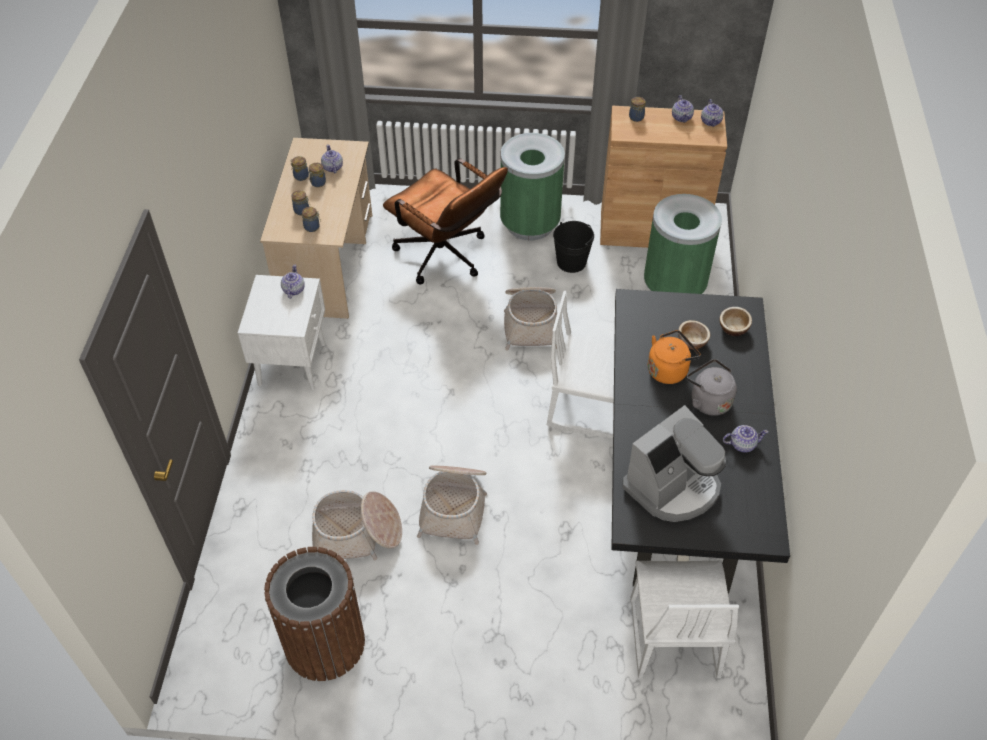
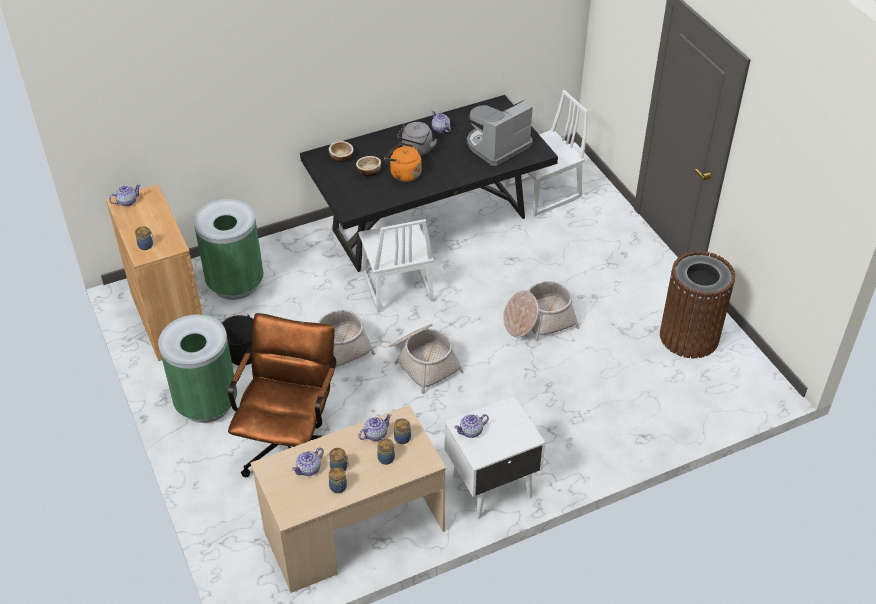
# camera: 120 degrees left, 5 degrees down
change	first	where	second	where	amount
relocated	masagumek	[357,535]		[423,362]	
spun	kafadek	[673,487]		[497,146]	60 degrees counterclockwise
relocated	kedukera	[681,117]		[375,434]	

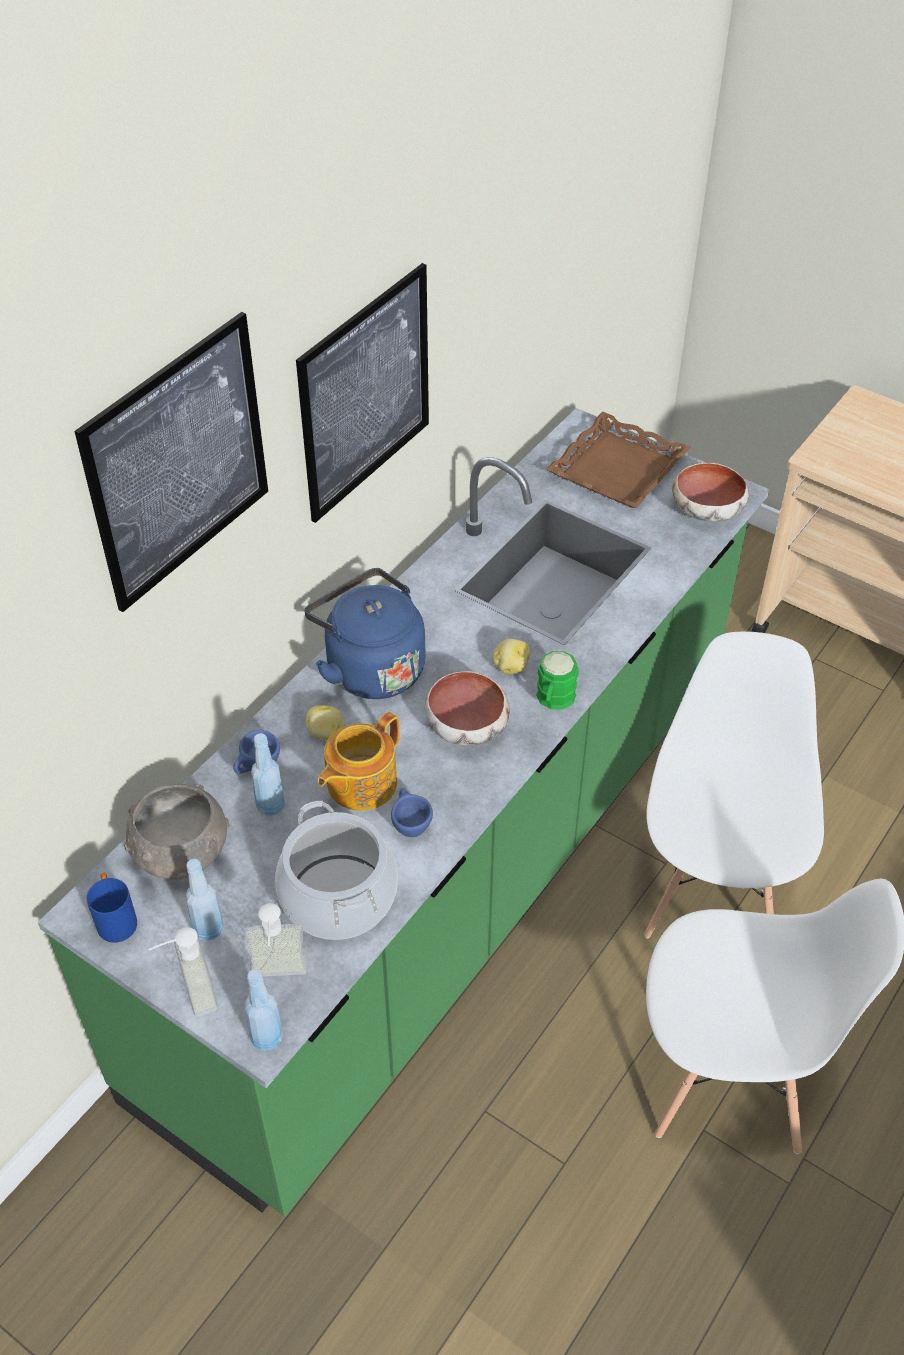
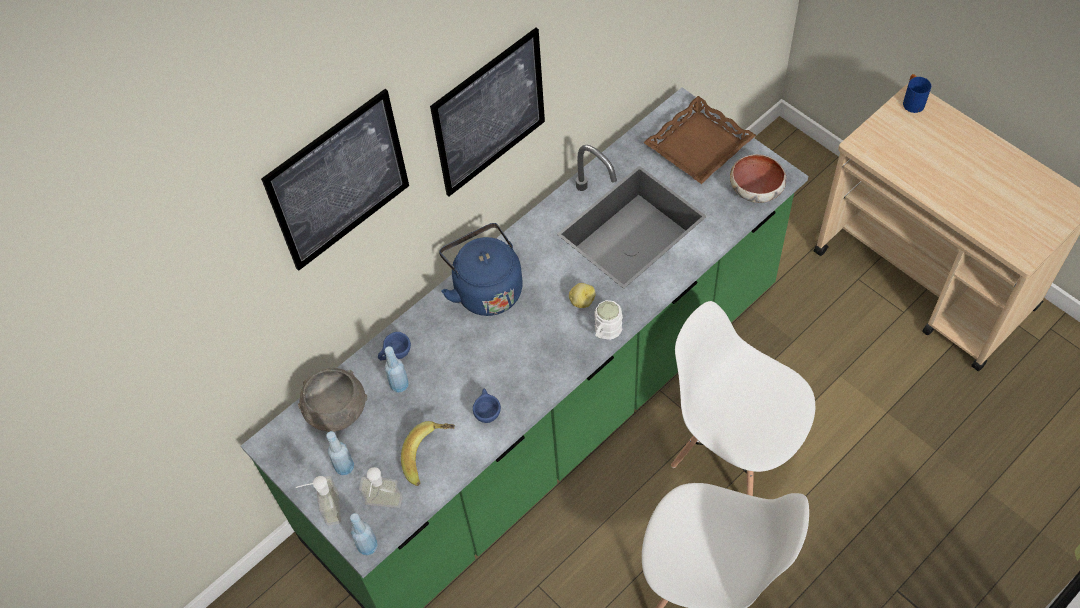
# camera: 15 degrees right, 10 degrees up
change	first	where	second	where	amount
relocated	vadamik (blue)	[115,919]		[912,101]	
exchanged	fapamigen	[339,896]	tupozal	[431,457]	
missing	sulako	[326,733]			
missing	kedukera	[360,783]			
missing	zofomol	[468,727]			
colour	vadamik (green)	[554,700]	vadamik (white)	[605,332]	
spun	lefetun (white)	[714,891]		[733,453]	75 degrees counterclockwise

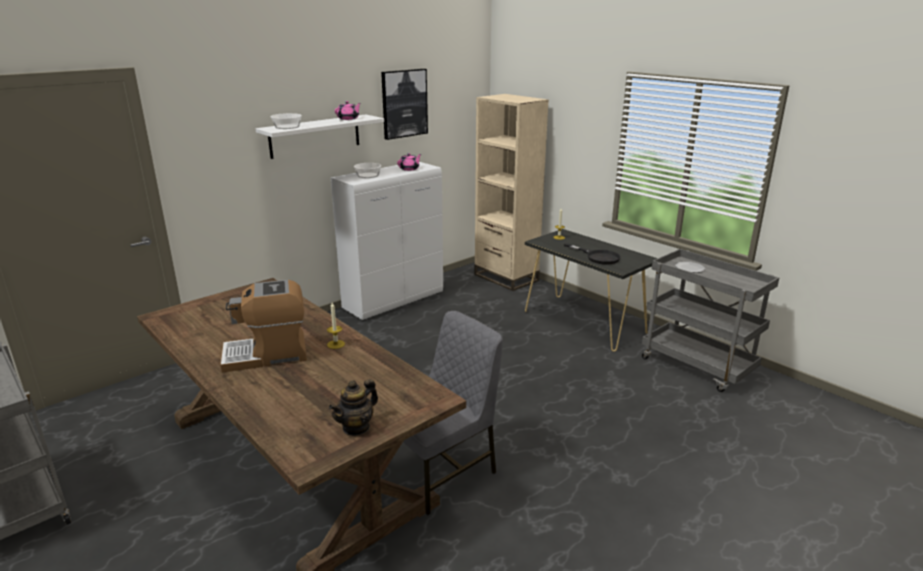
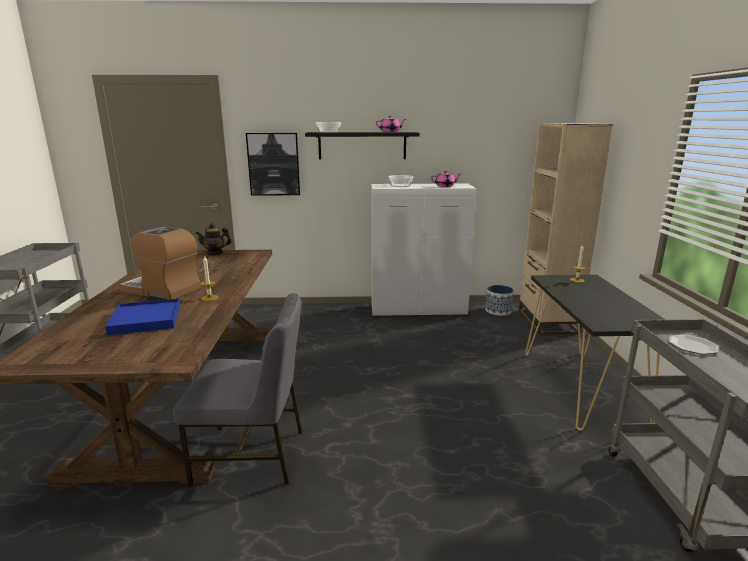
# camera: 40 degrees right, 5 degrees down
change	first	where	second	where	amount
colour	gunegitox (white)	[315,136]	gunegitox (black)	[362,145]	
relocated	kedukera	[356,427]		[215,253]	
relocated	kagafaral	[404,103]		[274,164]	
missing	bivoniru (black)	[597,257]			
appeared			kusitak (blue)	[146,320]	
appeared			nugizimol	[498,311]	

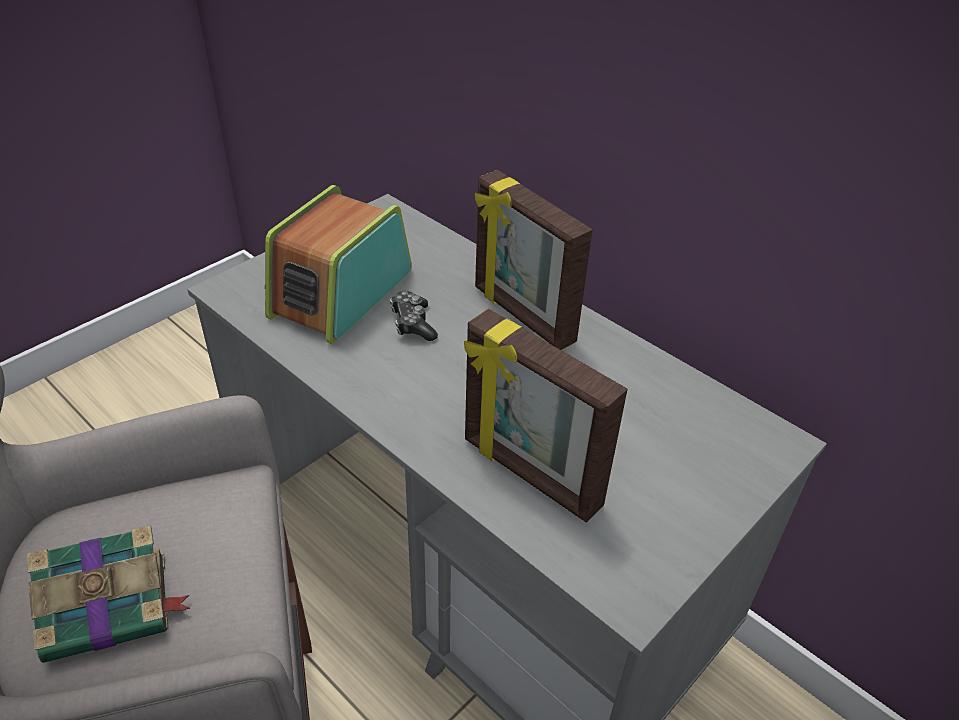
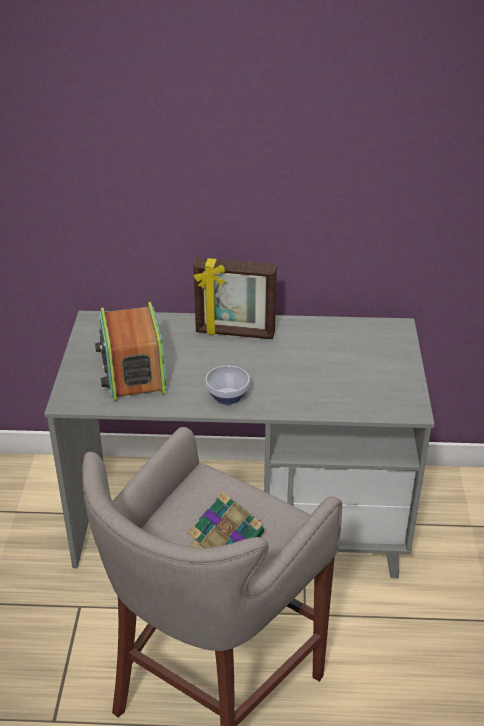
# camera: 40 degrees left, 5 degrees down
change	first	where	second	where	amount
missing	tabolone	[413,323]			
missing	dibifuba	[529,474]			
appeared			zofomol	[227,396]	

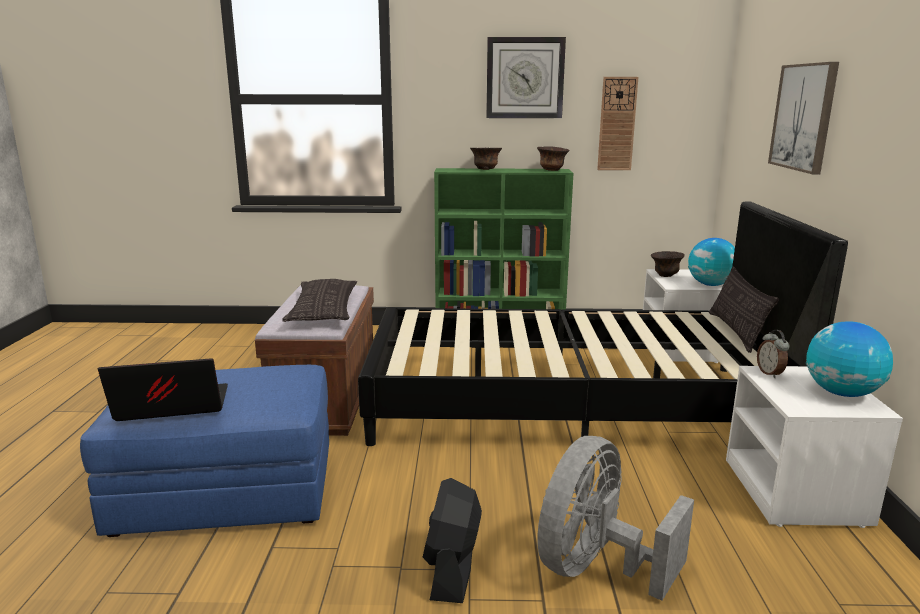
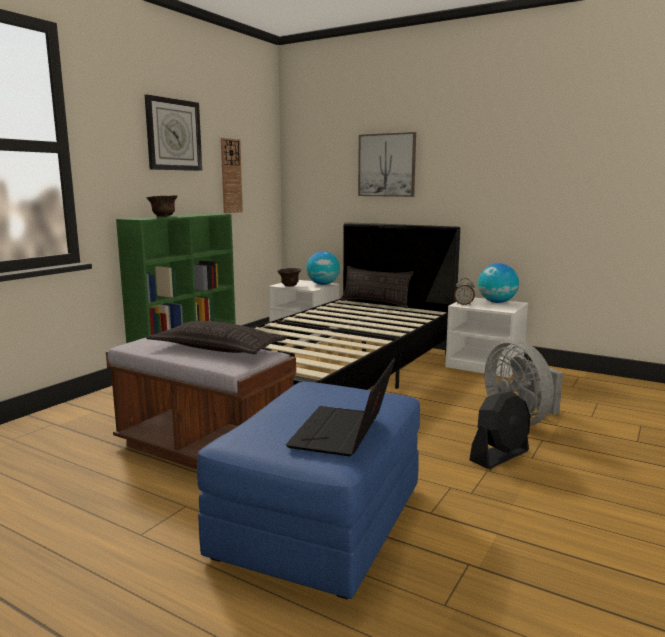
# camera: 60 degrees left, 5 degrees down
change	first	where	second	where	amount
spun	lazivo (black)	[452,569]		[500,456]	75 degrees counterclockwise
missing	zofomol (brown)	[552,170]			

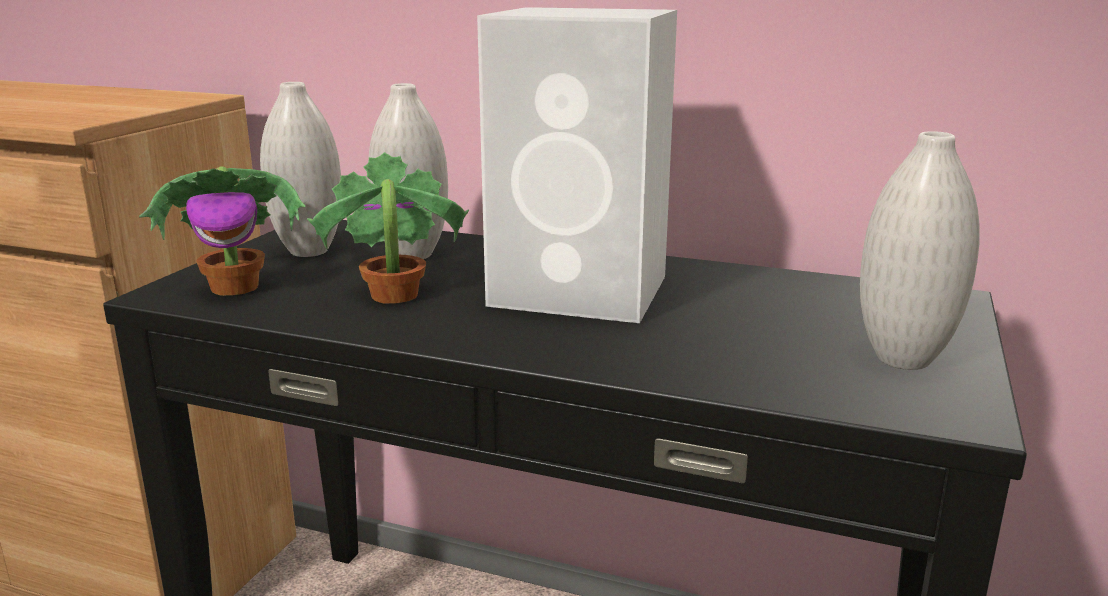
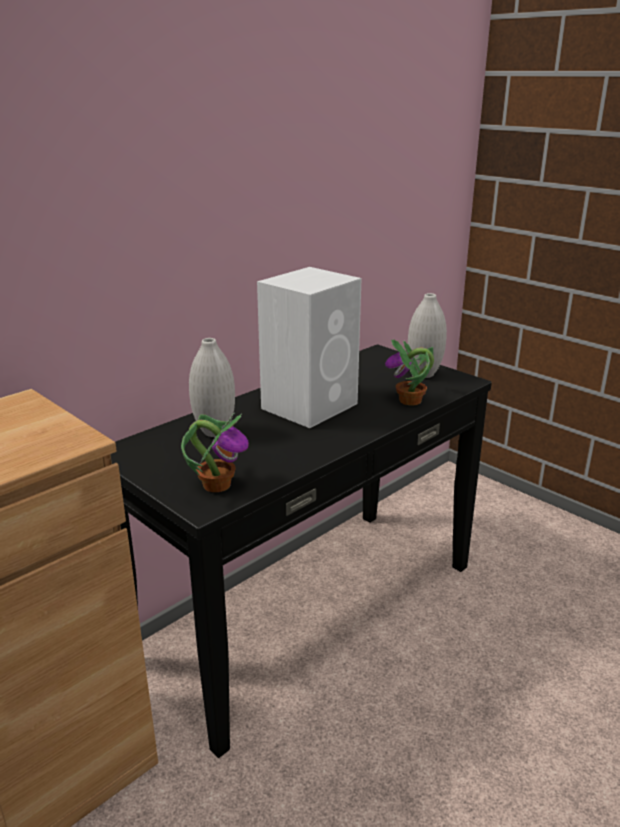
# camera: 65 degrees left, 5 degrees up
change	first	where	second	where	amount
missing	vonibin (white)	[309,251]			
relocated	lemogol	[392,296]		[410,401]	

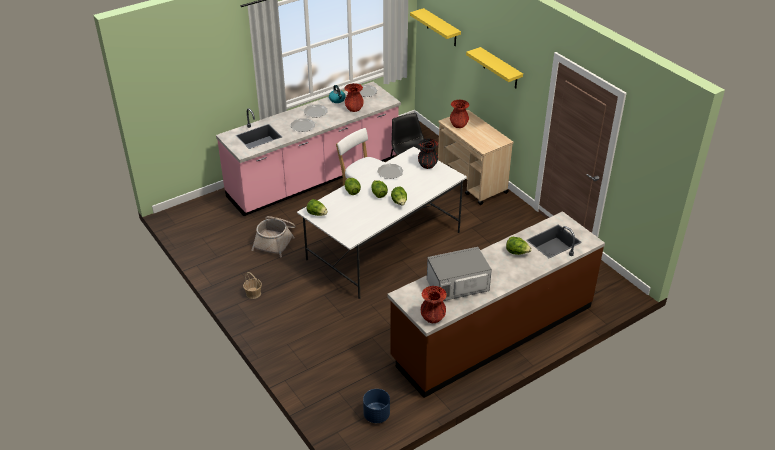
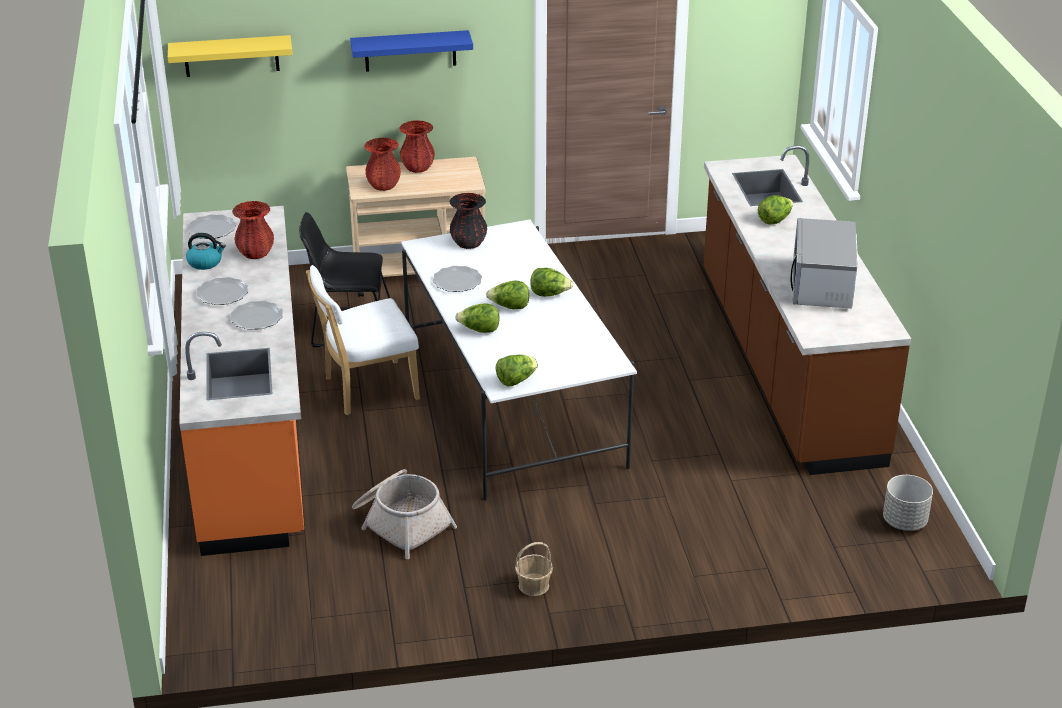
# camera: 65 degrees left, 5 degrees down
change	first	where	second	where	amount
colour	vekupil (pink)	[314,178]	vekupil (orange)	[251,431]	
colour	nugizimol (blue)	[376,415]	nugizimol (grey)	[905,522]	
relocated	vonibin (red)	[432,317]		[417,168]	
colour	gunegitox (yellow)	[500,69]	gunegitox (blue)	[410,51]	

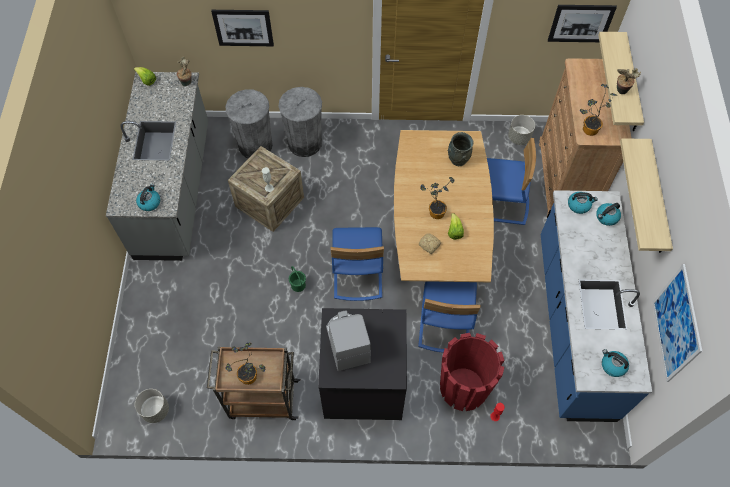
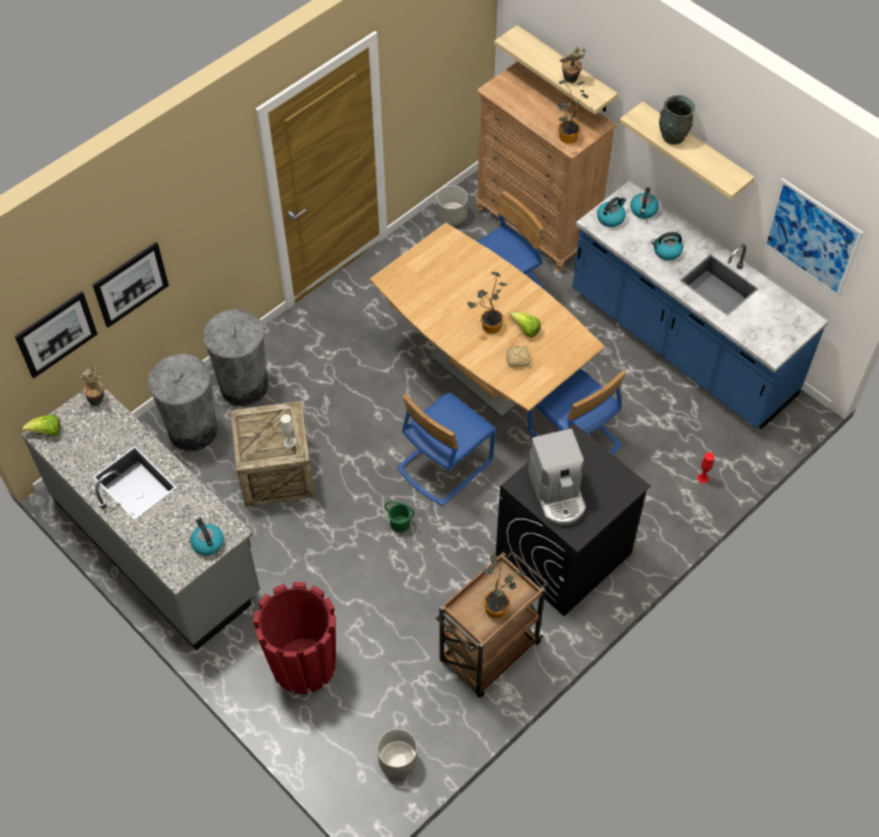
# camera: 45 degrees left, 5 degrees down
change	first	where	second	where	amount
spun	kafadek	[347,343]		[557,494]	135 degrees counterclockwise
spun	lefetun (blue)	[357,274]		[444,464]	90 degrees clockwise
relocated	nugizimol (red)	[463,387]		[303,664]	
relocated	vonibin (grey)	[458,159]		[672,137]	
relocated	kagafaral	[581,23]		[56,334]	
relocated	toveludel	[612,365]		[666,251]	

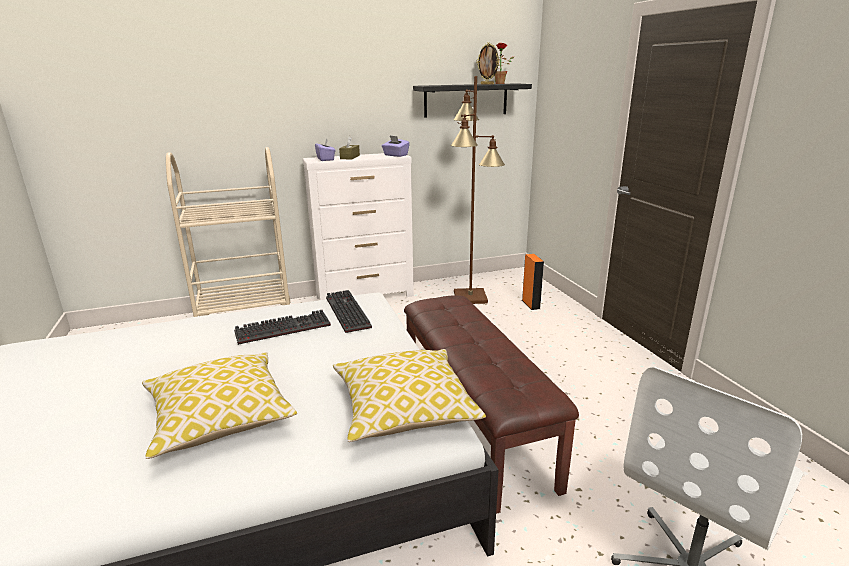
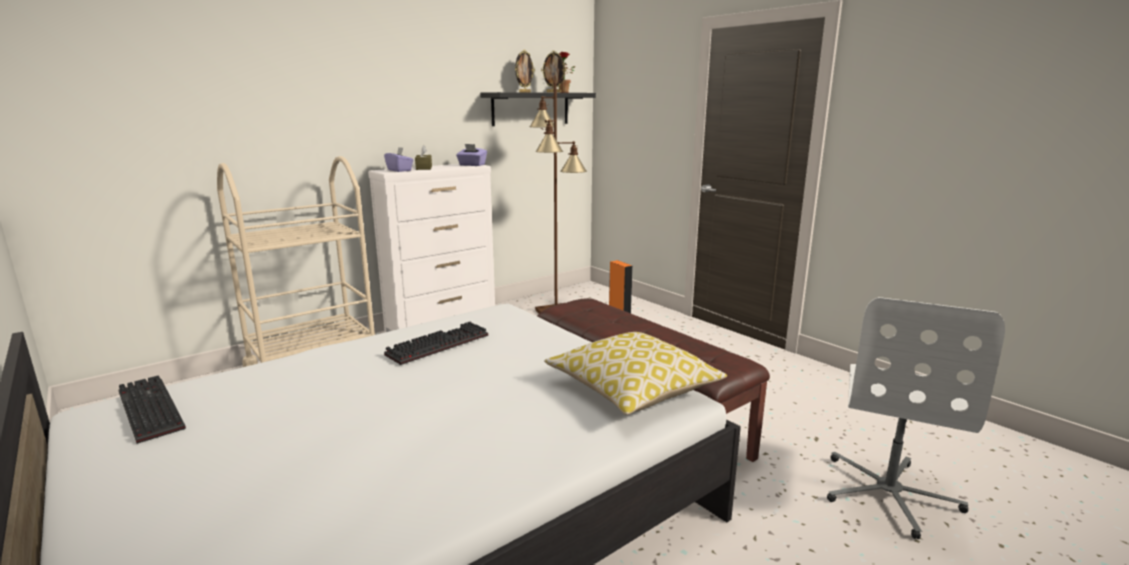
# camera: 20 degrees left, 5 degrees down
change	first	where	second	where	amount
missing	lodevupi	[219,417]			
relocated	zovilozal	[345,312]		[147,410]	
appeared			dibifuba	[524,92]	

